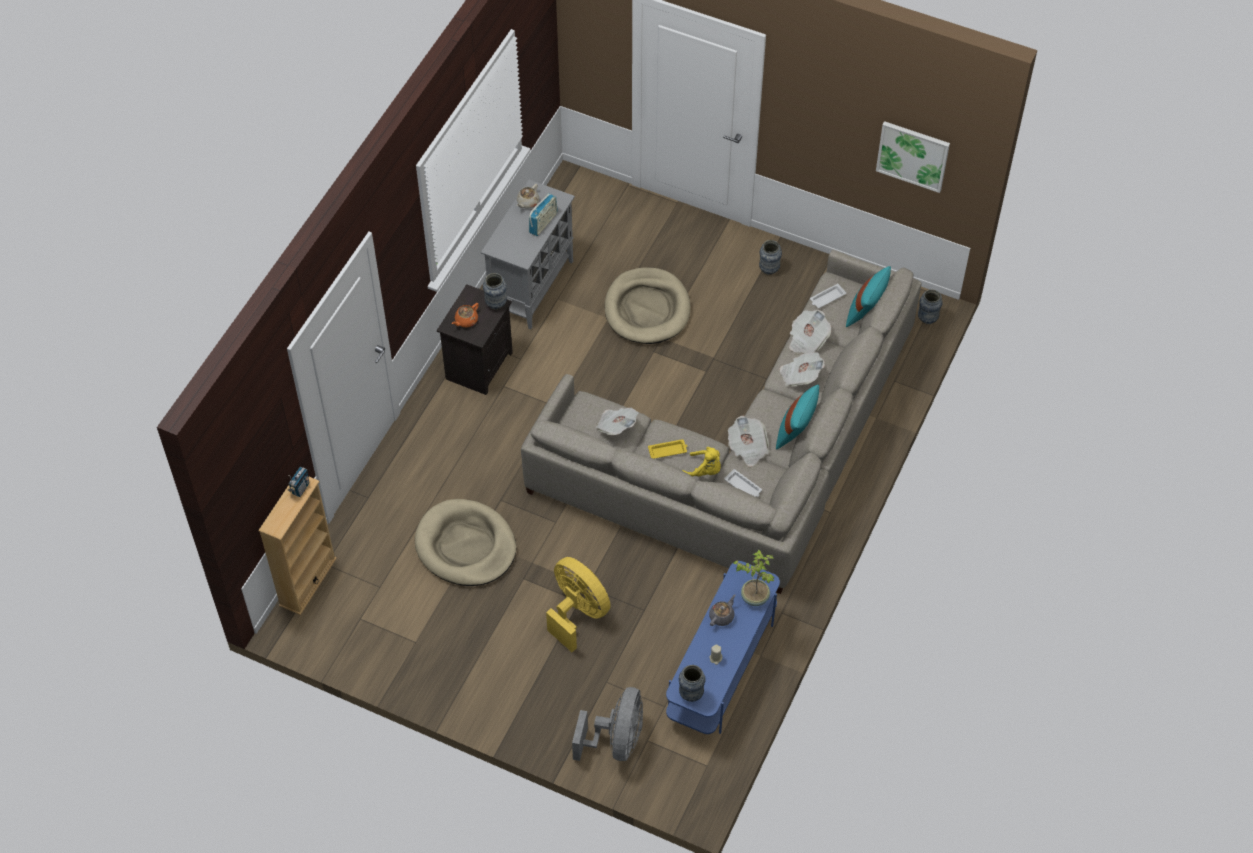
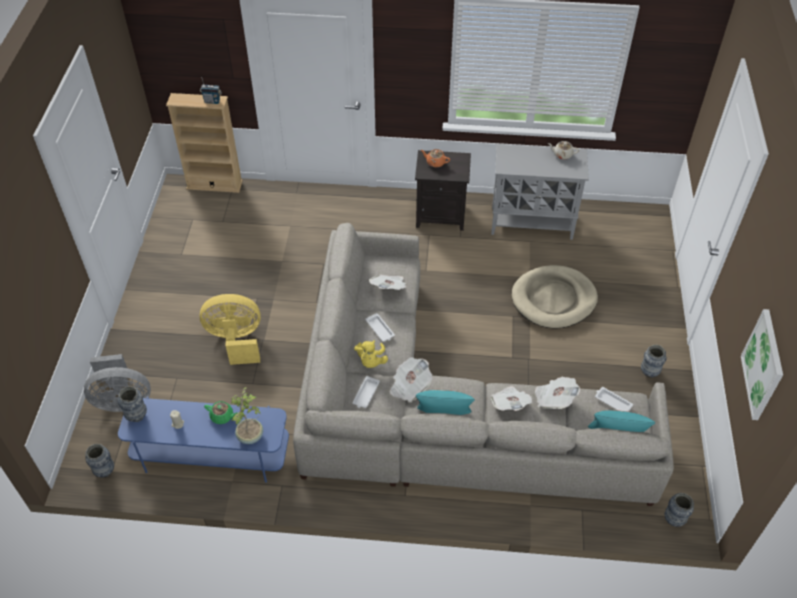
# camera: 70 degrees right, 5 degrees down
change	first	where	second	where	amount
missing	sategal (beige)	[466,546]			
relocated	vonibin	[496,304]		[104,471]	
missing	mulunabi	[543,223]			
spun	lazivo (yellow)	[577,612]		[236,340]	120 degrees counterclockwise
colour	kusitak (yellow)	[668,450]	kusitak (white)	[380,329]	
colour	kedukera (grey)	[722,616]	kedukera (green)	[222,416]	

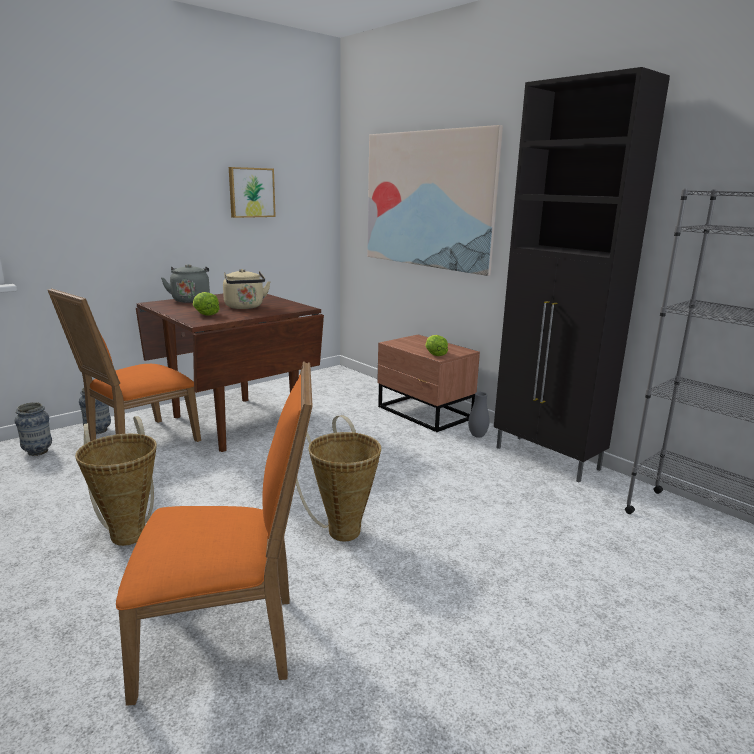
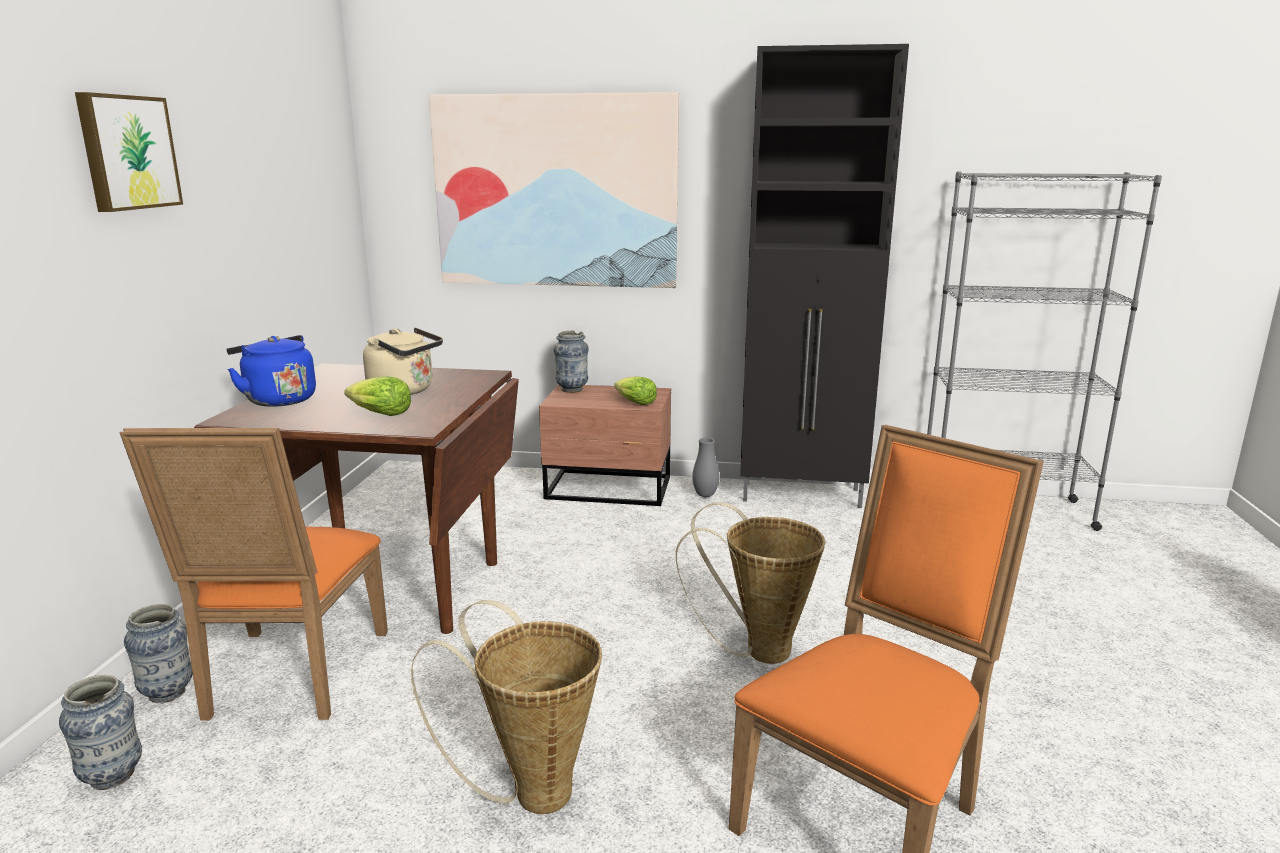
# camera: 40 degrees left, 0 degrees up
change	first	where	second	where	amount
colour	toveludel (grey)	[190,300]	toveludel (blue)	[278,400]	
relocated	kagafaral	[251,192]		[127,152]	
appeared			vonibin	[572,389]	

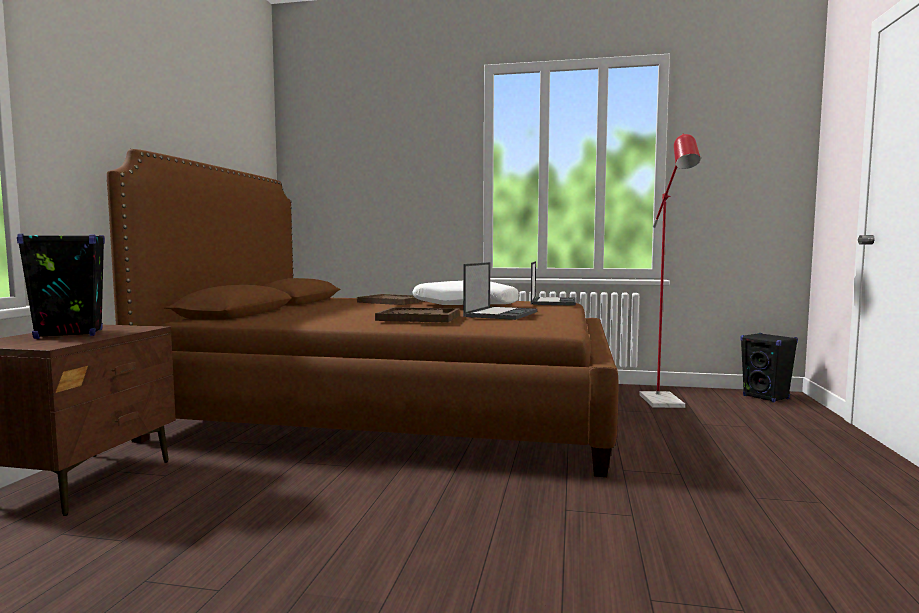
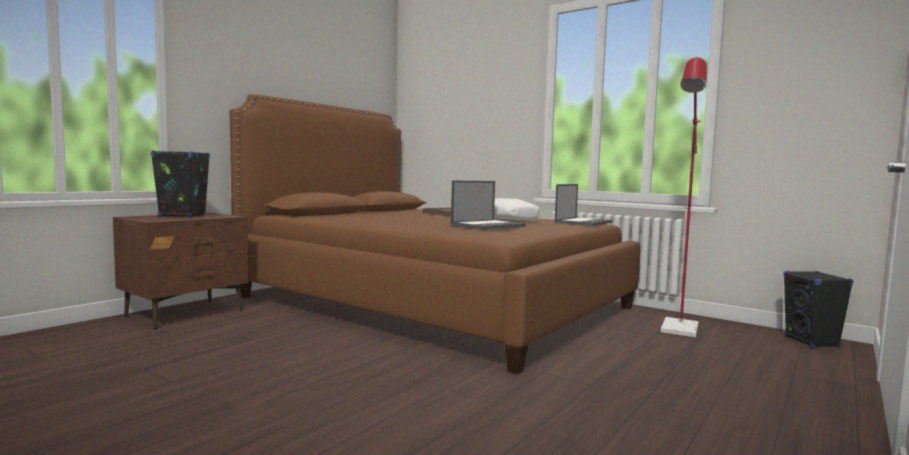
# camera: 25 degrees right, 0 degrees up
change	first	where	second	where	amount
missing	kusitak (brown)	[418,318]			

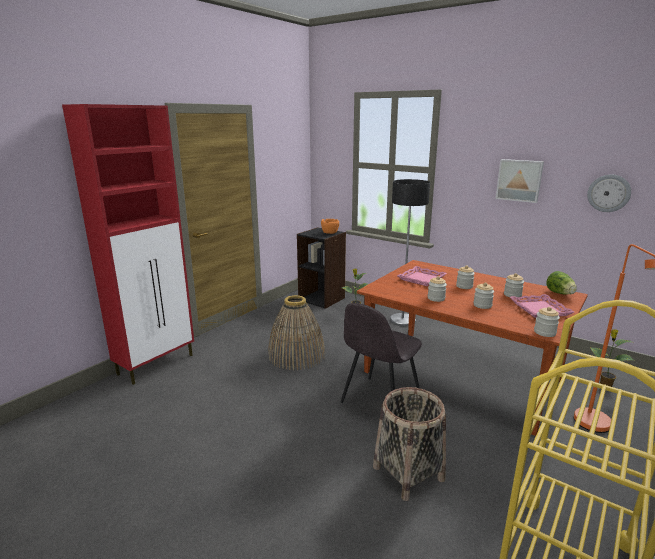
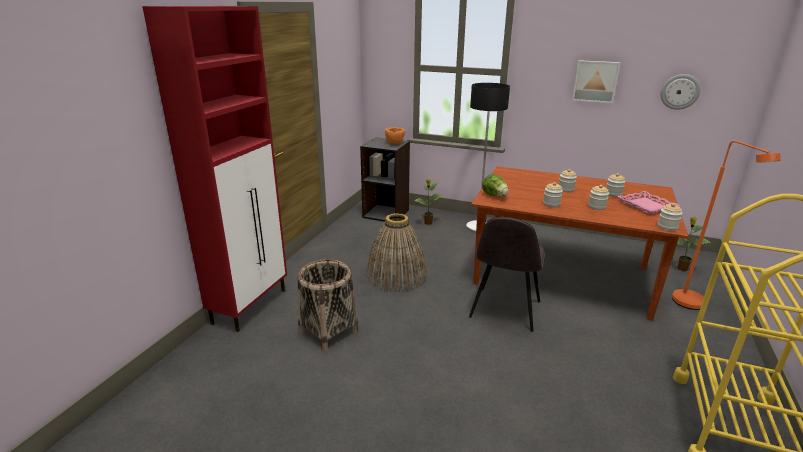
# camera: 15 degrees left, 5 degrees up
change	first	where	second	where	amount
relocated	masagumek	[408,473]		[328,332]	
missing	kusitak (pink)	[421,279]			
relocated	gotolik	[560,293]		[495,196]	

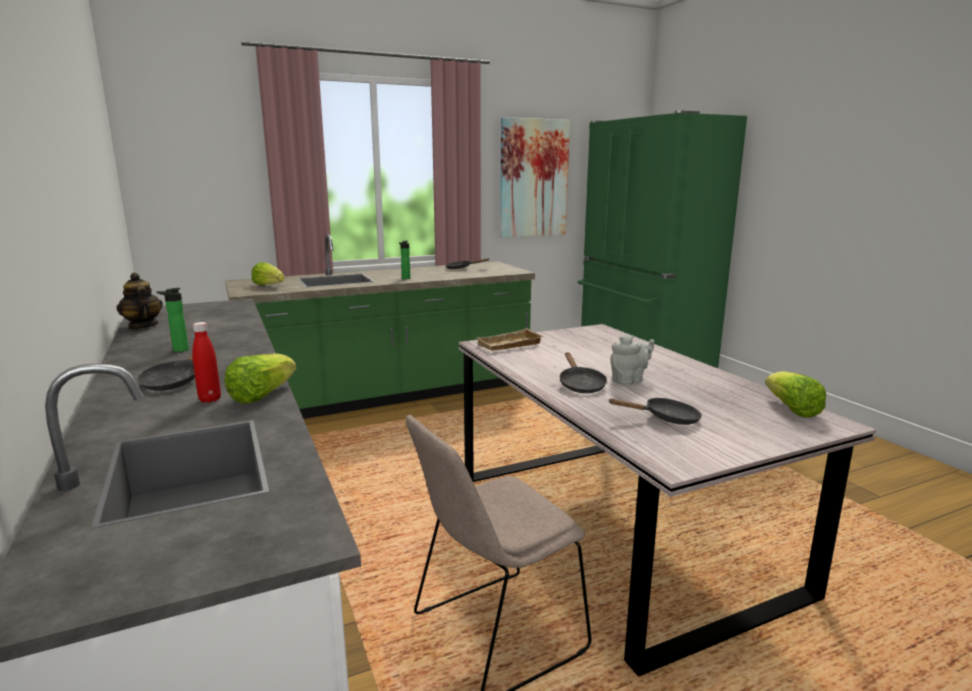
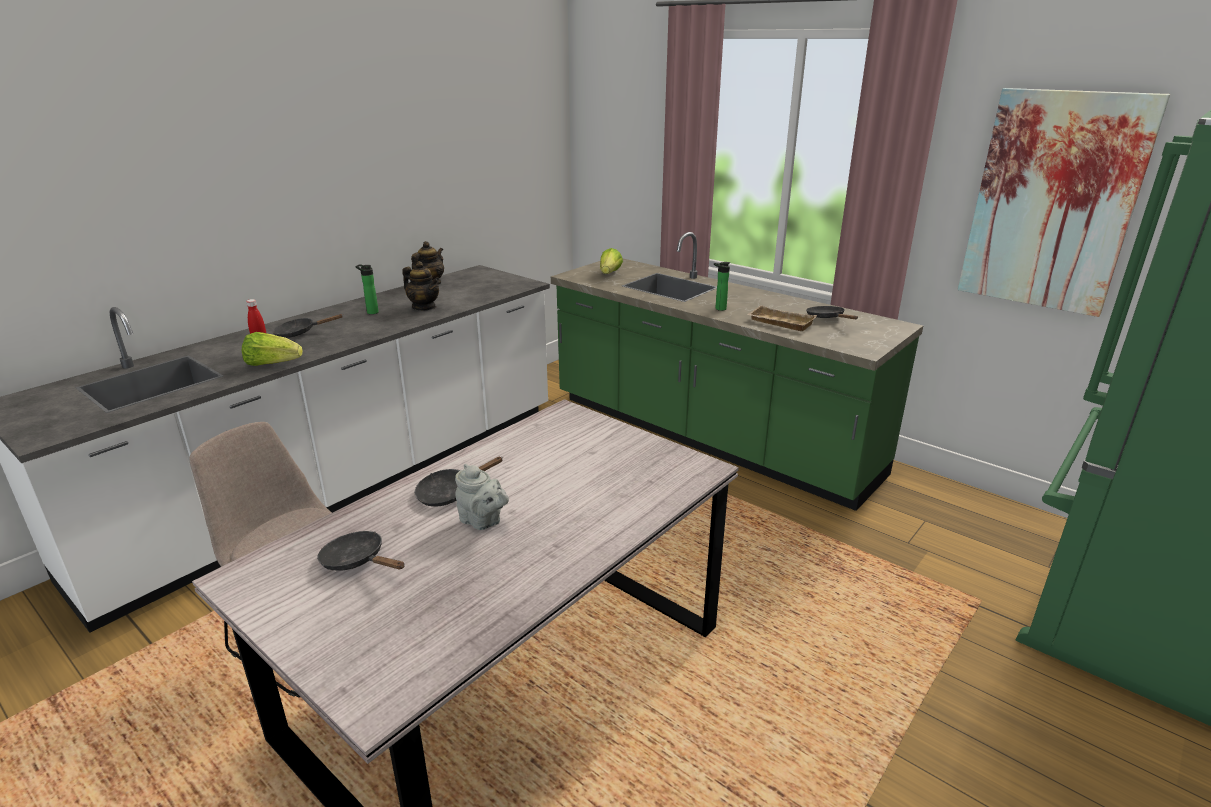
# camera: 65 degrees right, 10 degrees up
change	first	where	second	where	amount
relocated	kusitak (beige)	[510,345]		[779,323]	
spun	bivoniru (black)	[666,419]		[357,561]	150 degrees clockwise
missing	gotolik	[791,409]			
appeared			kedukera	[424,307]	

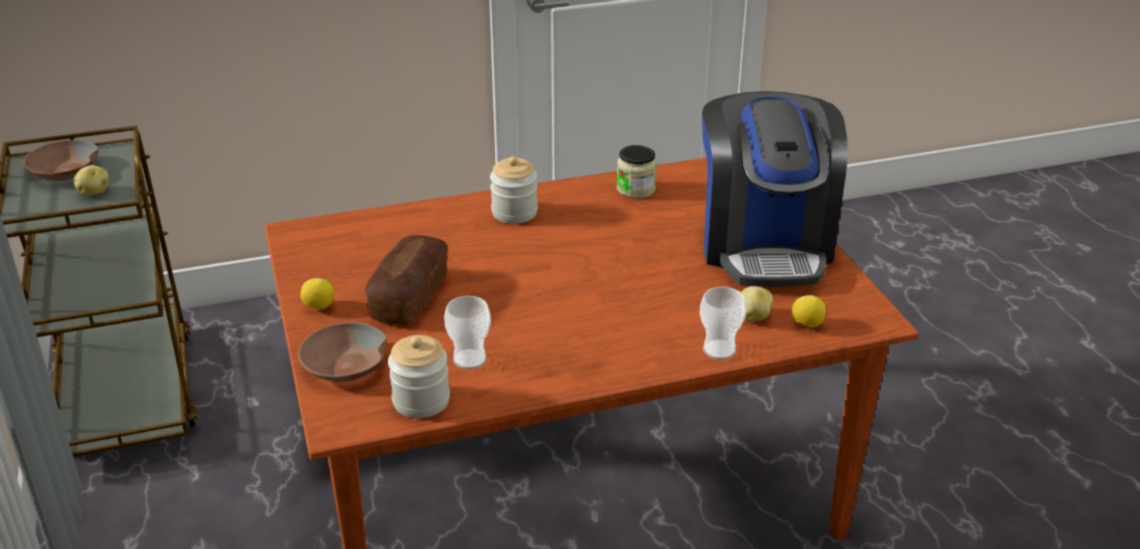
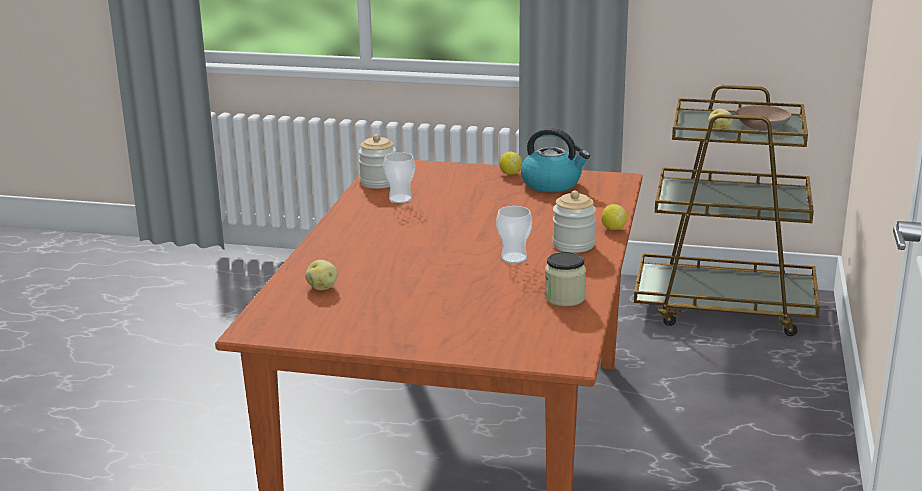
# camera: 120 degrees right, 10 degrees down
change	first	where	second	where	amount
missing	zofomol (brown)	[344,366]			
missing	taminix	[410,297]			
relocated	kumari	[719,350]		[514,258]	
missing	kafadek	[765,245]			
relocated	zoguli	[806,325]		[613,228]	
appeared			toveludel	[552,184]	

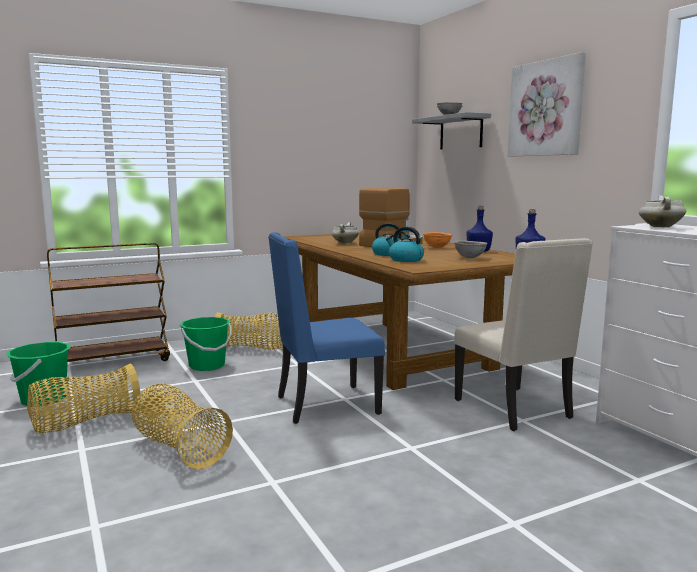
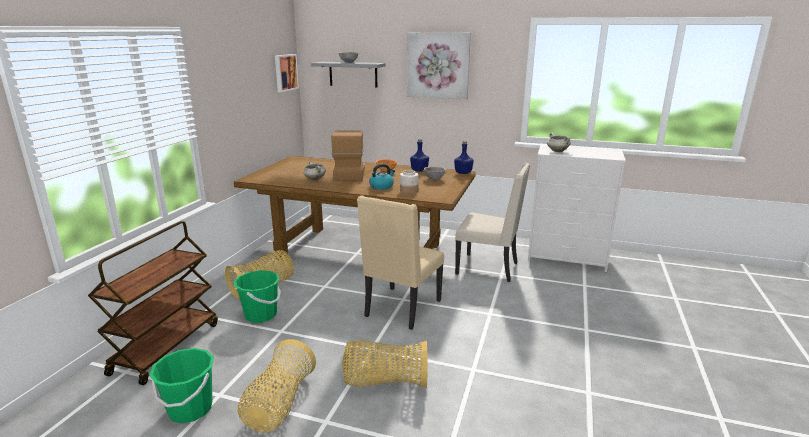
# camera: 45 degrees left, 10 degrees up
change	first	where	second	where	amount
colour	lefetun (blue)	[324,405]	lefetun (beige)	[401,309]	
exchanged	toveludel	[405,260]	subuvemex	[409,190]	
appeared			kagafaral	[285,72]	

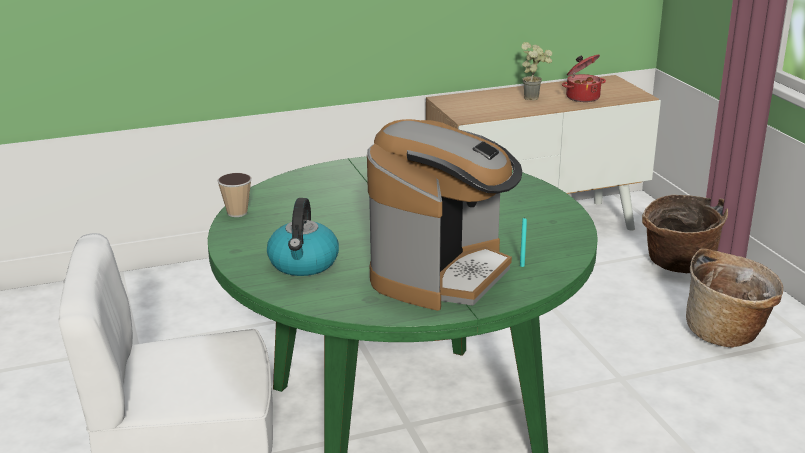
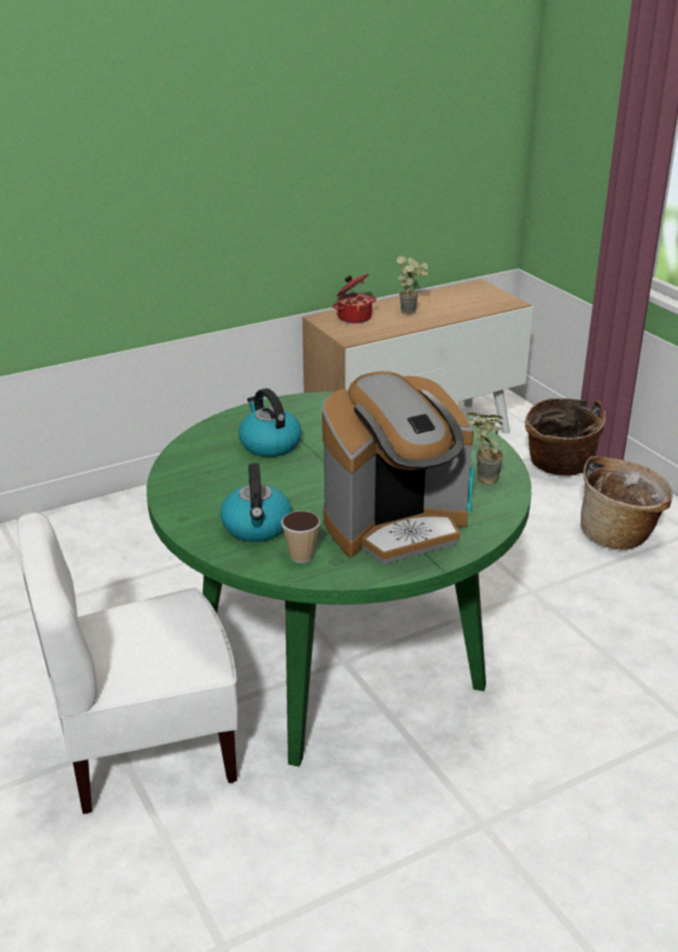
# camera: 10 degrees left, 5 degrees up
change	first	where	second	where	amount
relocated	kumari	[237,213]		[301,556]	
spun	kafadek	[442,274]		[395,526]	45 degrees clockwise
relocated	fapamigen	[582,97]		[353,317]	
appeared			toveludel	[269,444]	
appeared			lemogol	[481,479]	

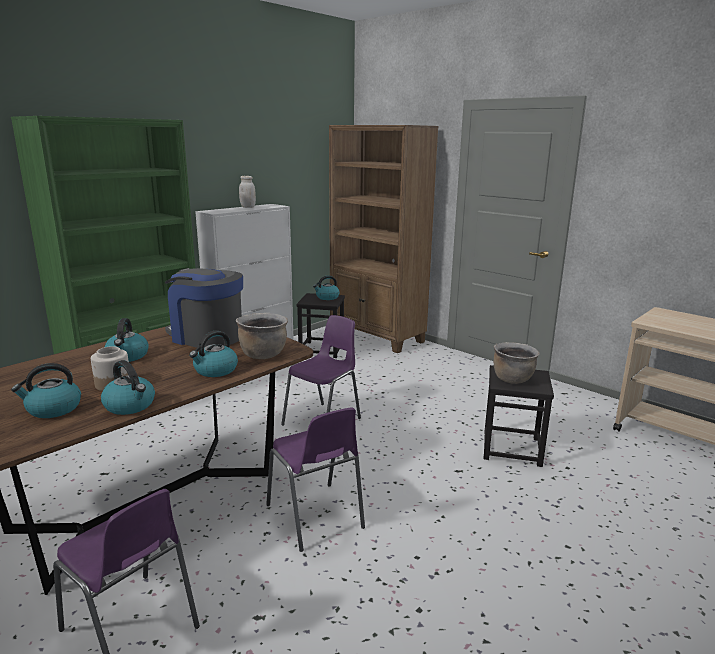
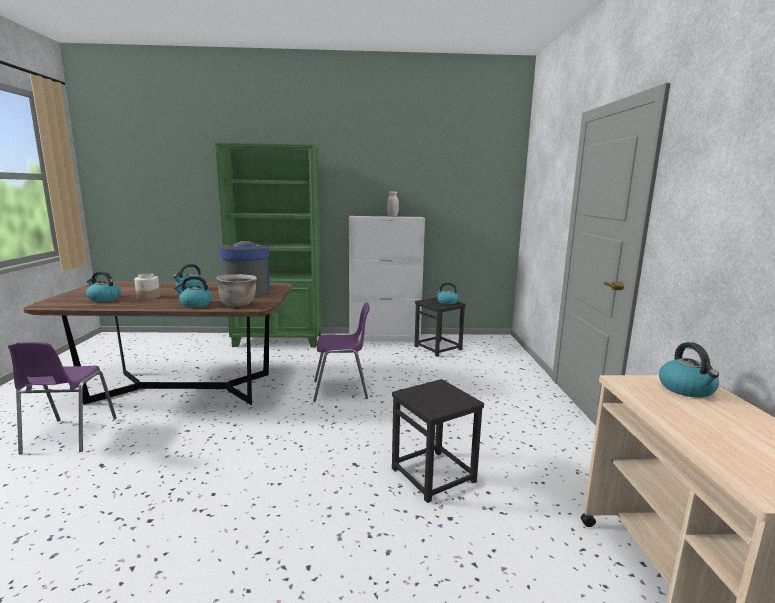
# camera: 45 degrees right, 5 degrees down
change	first	where	second	where	amount
relocated	toveludel	[130,406]		[687,389]	
missing	lefetun (purple)	[316,517]			
missing	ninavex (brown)	[377,337]			
missing	fapamigen (brown)	[512,379]			

